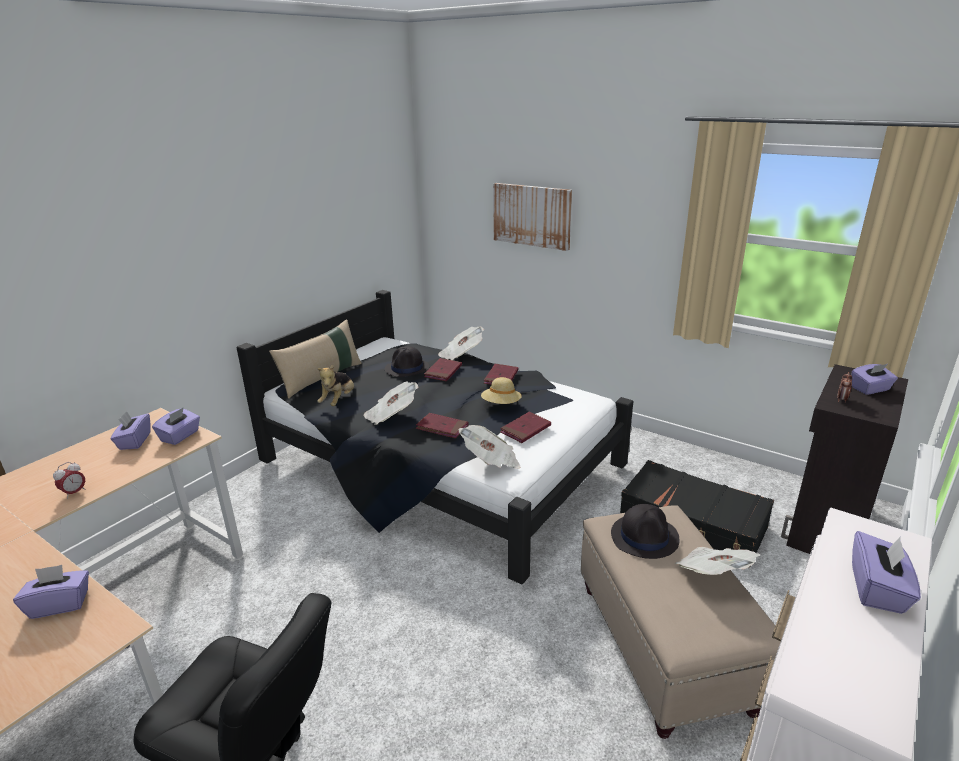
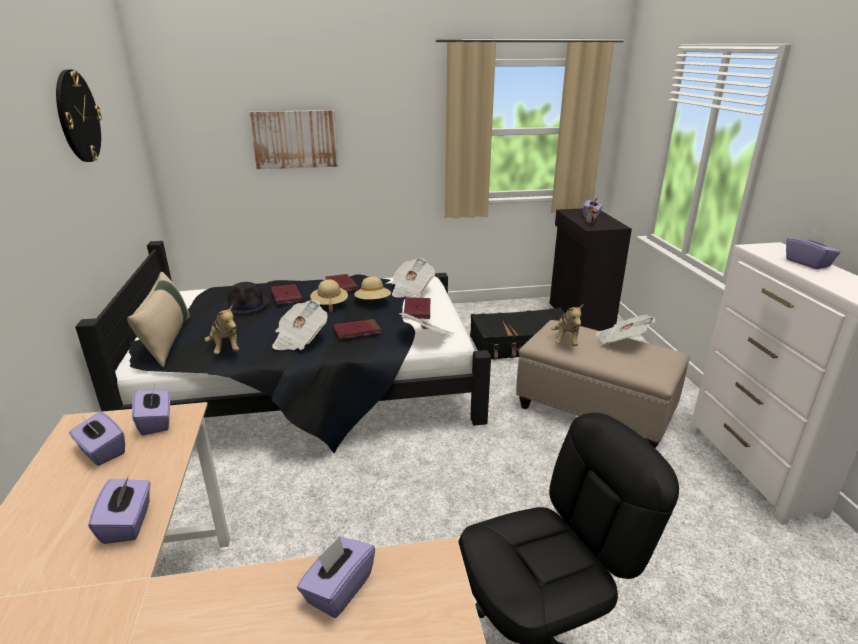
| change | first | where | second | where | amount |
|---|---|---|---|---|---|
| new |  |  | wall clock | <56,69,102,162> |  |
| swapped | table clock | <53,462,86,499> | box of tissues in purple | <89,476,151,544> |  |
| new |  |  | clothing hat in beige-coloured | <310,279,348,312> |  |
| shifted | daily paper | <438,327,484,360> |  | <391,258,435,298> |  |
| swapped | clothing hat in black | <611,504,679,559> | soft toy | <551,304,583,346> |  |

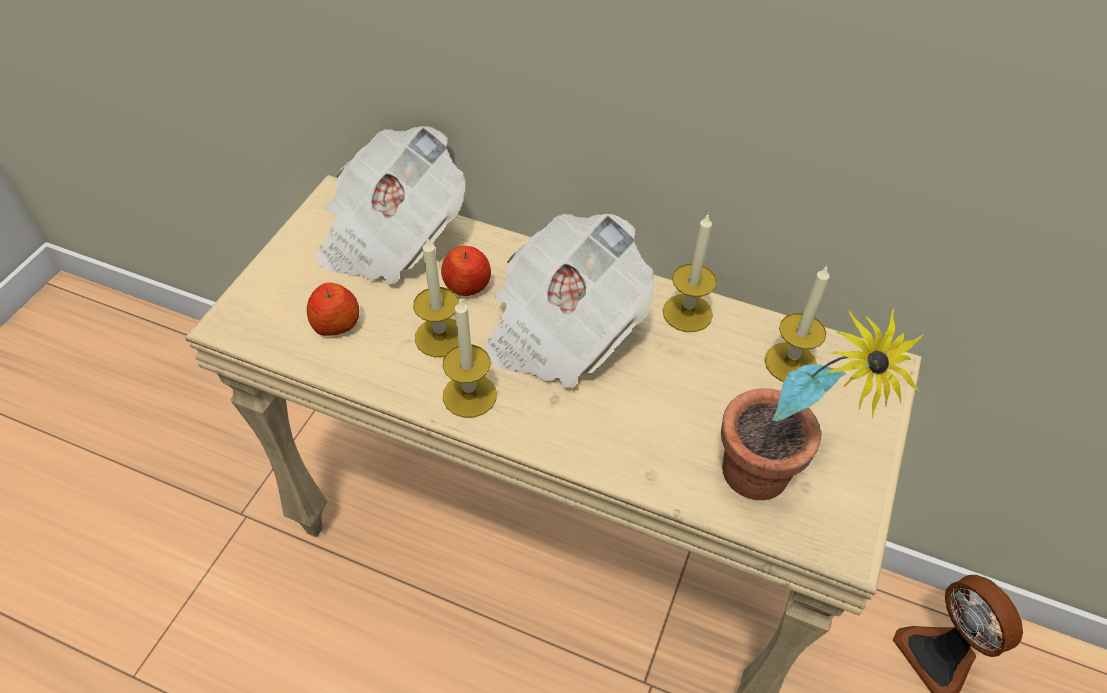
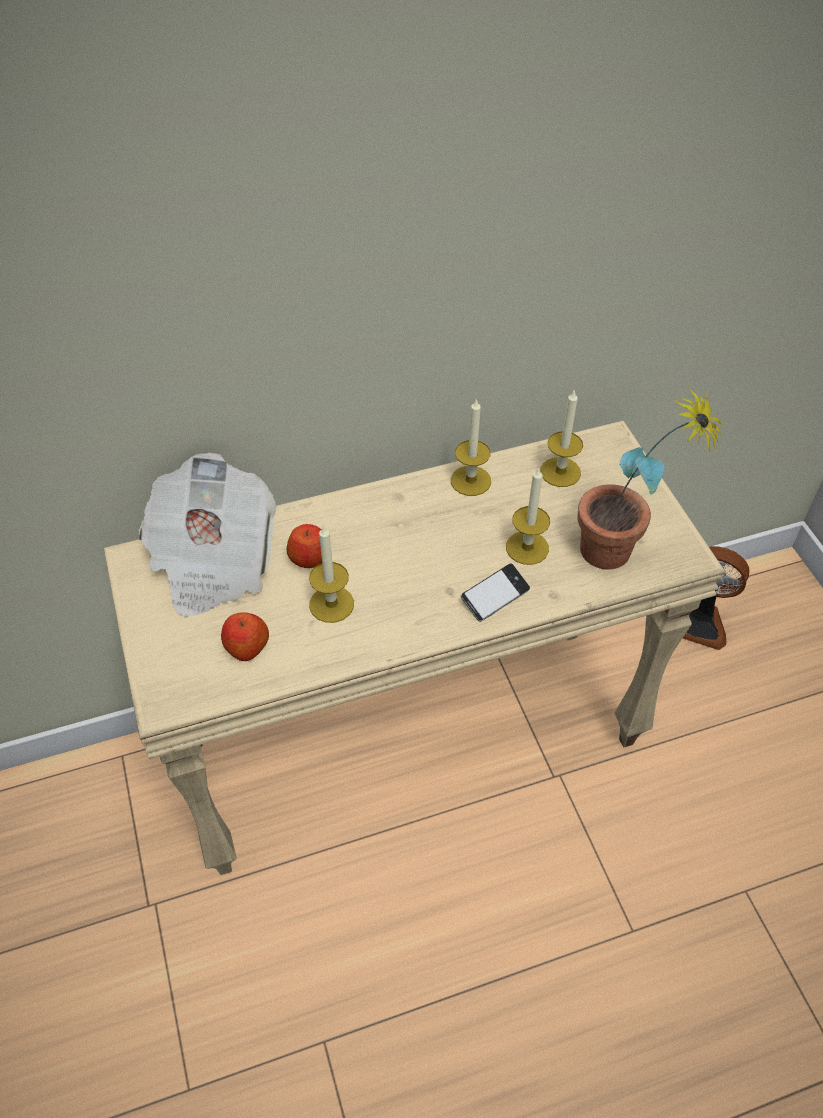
| change | first | where | second | where | amount |
|---|---|---|---|---|---|
| new |  |  | handset | <461,563,530,622> |  |
| shifted | wax light | <443,298,497,418> |  | <506,467,550,565> |  |
| gone | daily paper | <484,214,655,388> |  |  |  |

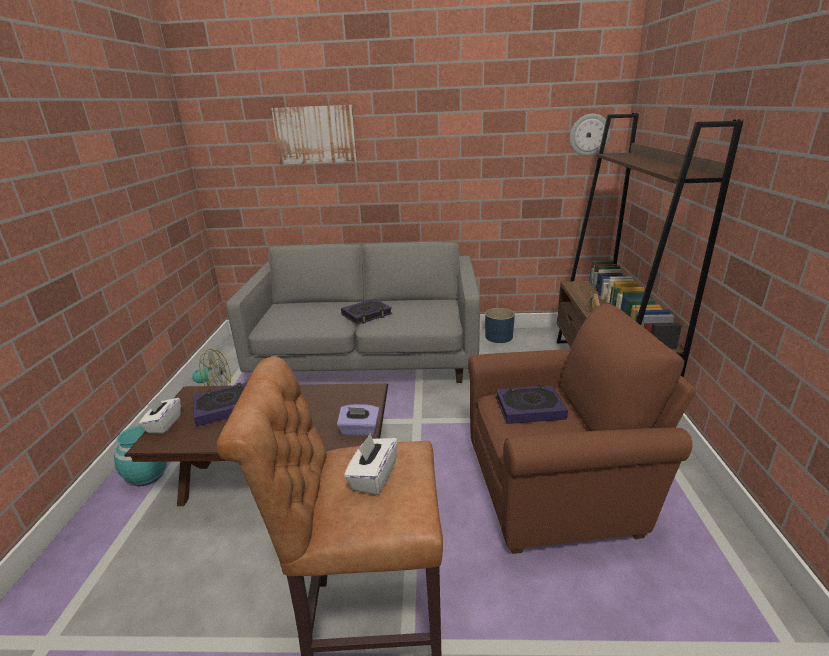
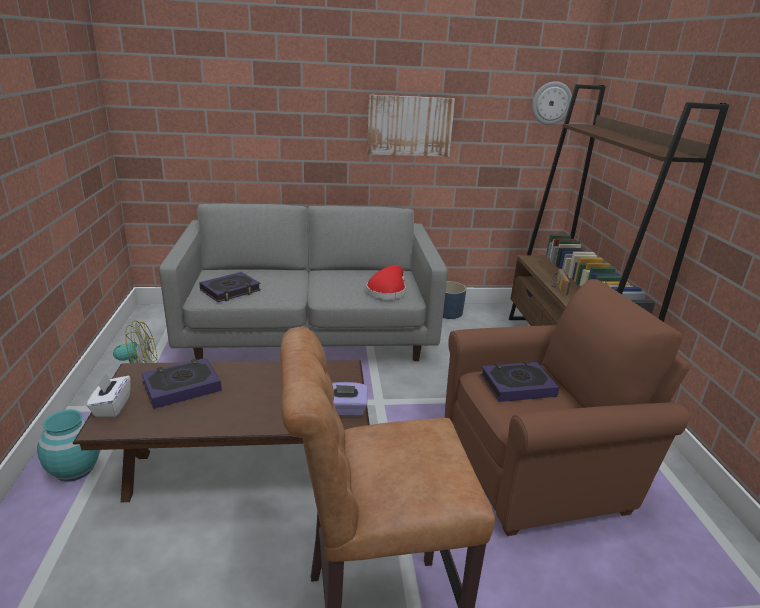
| change | first | where | second | where | amount |
|---|---|---|---|---|---|
| shifted | bound book | <341,298,392,325> |  | <199,272,261,302> |  |
| new |  |  | clothing hat in reddish | <366,265,406,299> |  |
| shifted | wall picture | <271,105,357,164> |  | <367,95,455,157> |  |
| gone | box of tissues in white-coloured | <344,433,398,495> |  |  |  |

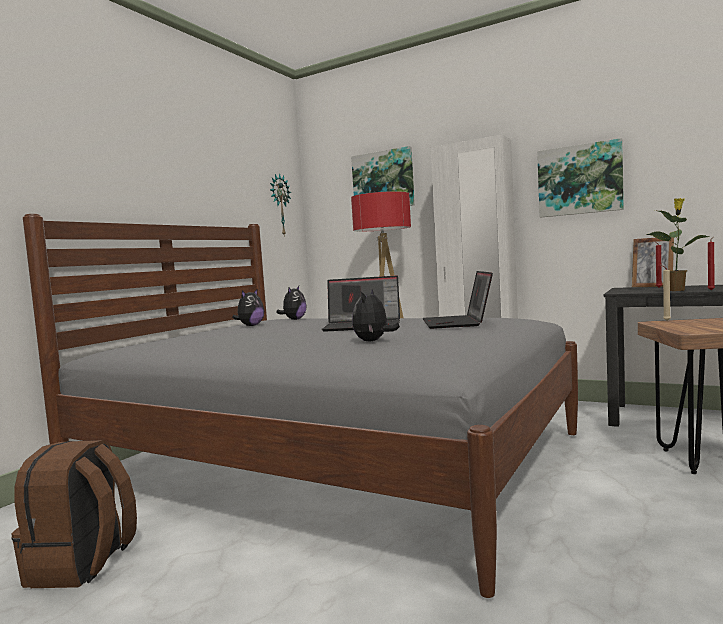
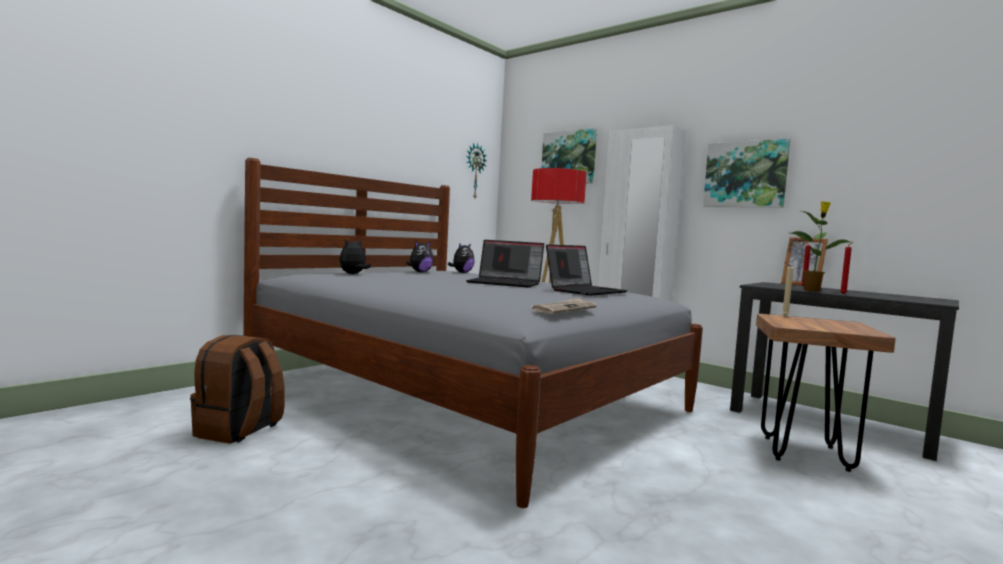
| change | first | where | second | where | amount |
|---|---|---|---|---|---|
| shifted | soft toy | <352,290,400,342> |  | <340,239,371,274> |  |
| new |  |  | daily paper | <532,298,597,314> |  |
| rotated | laptop | <423,271,493,329> |  | <546,245,627,296> | 150 degrees counterclockwise |

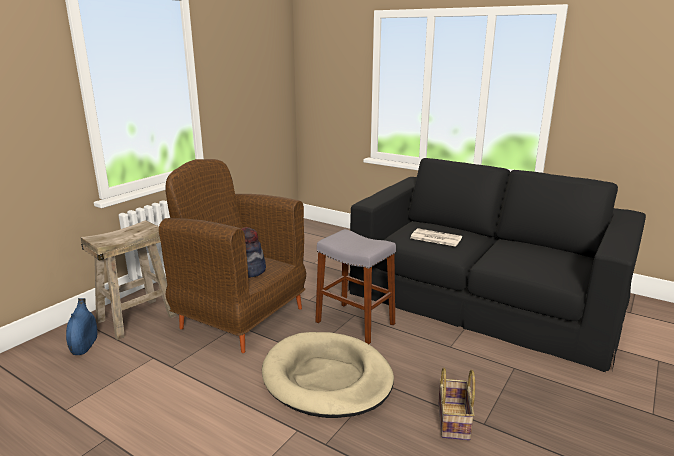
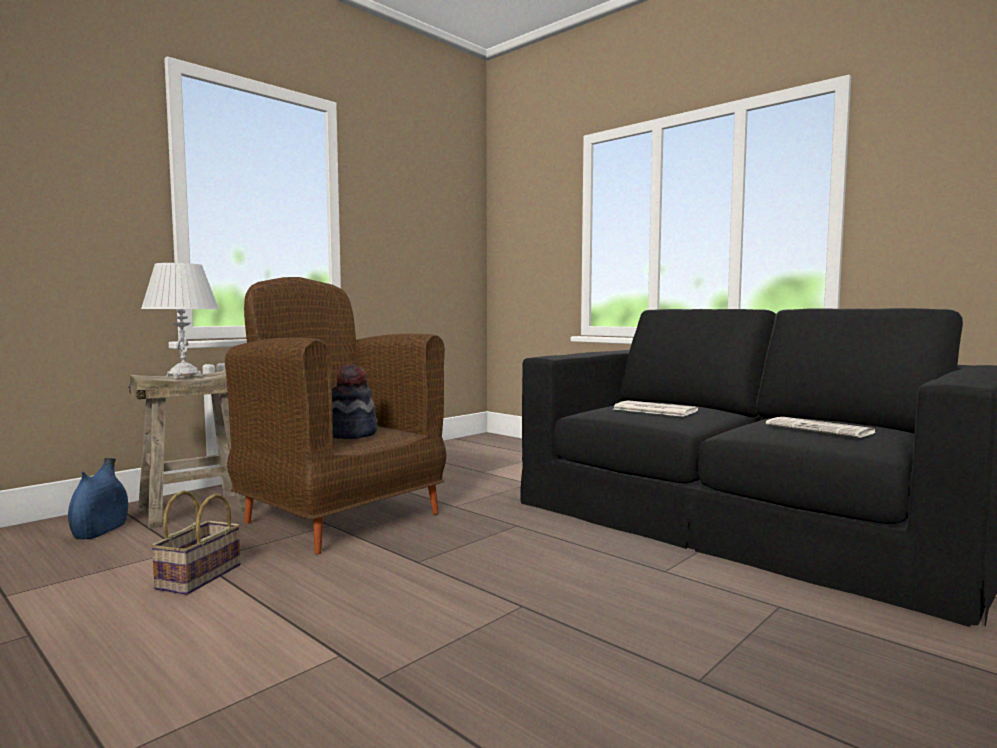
| change | first | where | second | where | amount |
|---|---|---|---|---|---|
| new |  |  | lamp for a table in white-coloured | <141,263,219,379> |  |
| shifted | basket | <438,368,475,440> |  | <150,490,240,595> |  |
| new |  |  | daily paper | <766,417,876,438> |  |
| gone | dog cushion in beige-coloured | <262,332,394,418> |  |  |  |
| gone | stool seat in grey | <315,229,396,344> |  |  |  |

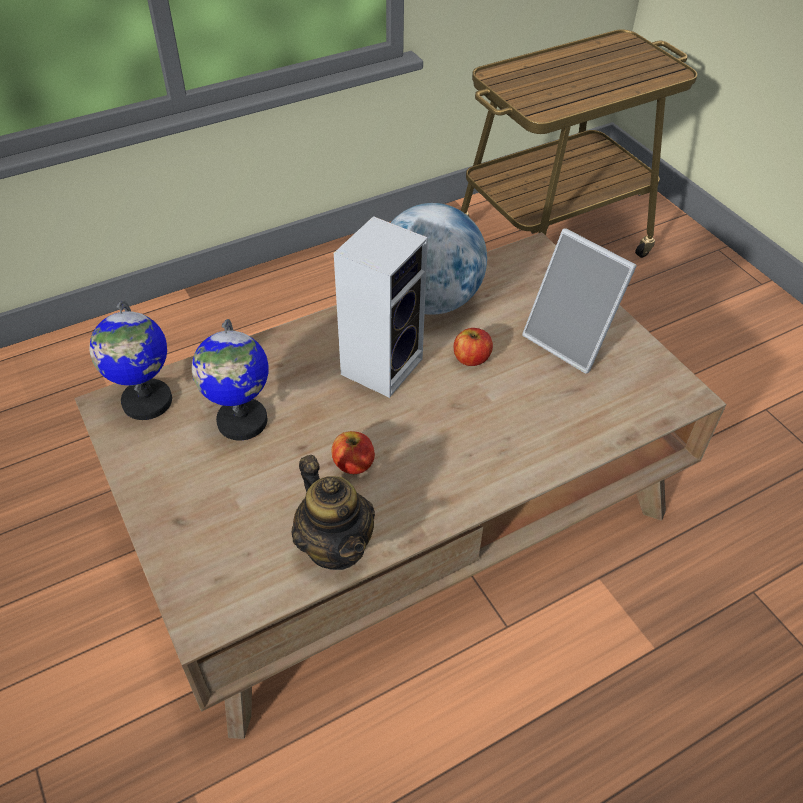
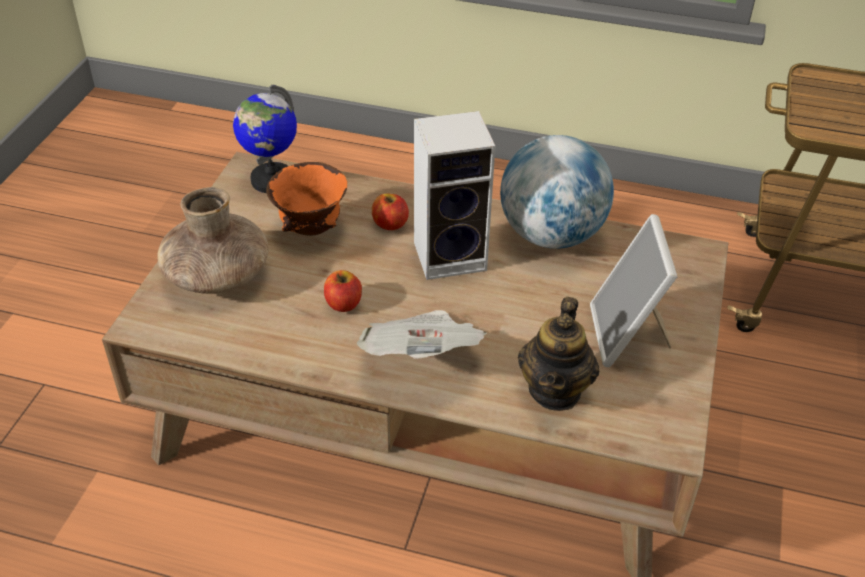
| change | first | where | second | where | amount |
|---|---|---|---|---|---|
| new |  |  | vase in brown | <157,187,268,294> |  |
| swapped | desk globe | <192,319,269,440> | bowl in orange-coloured | <266,162,347,236> |  |
| new |  |  | daily paper | <356,310,487,359> |  |
| shifted | whole apple | <453,328,493,366> |  | <372,194,409,230> |  |
| shifted | tea pot | <292,455,375,570> |  | <518,297,600,411> |  |

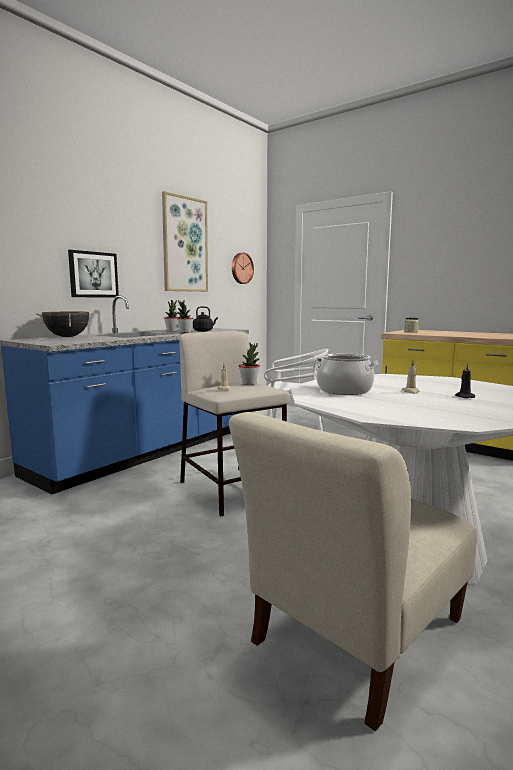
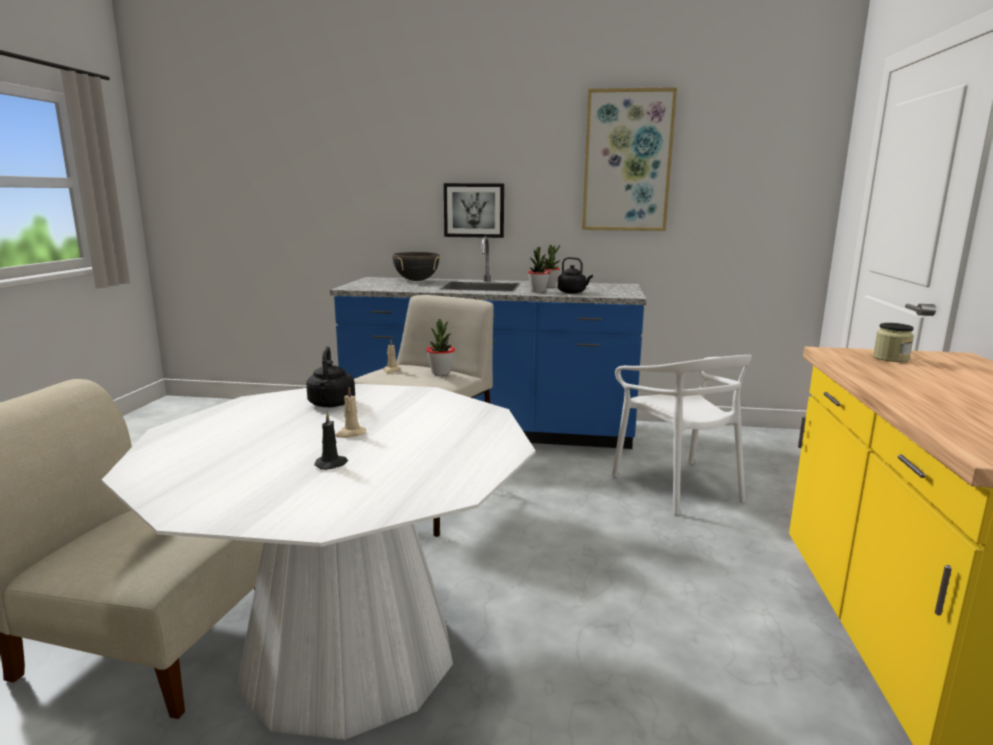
| change | first | where | second | where | amount |
|---|---|---|---|---|---|
| swapped | cooking pot | <314,354,378,395> | water kettle in black | <306,346,355,407> |  |
| gone | wall clock | <232,253,254,284> |  |  |  |

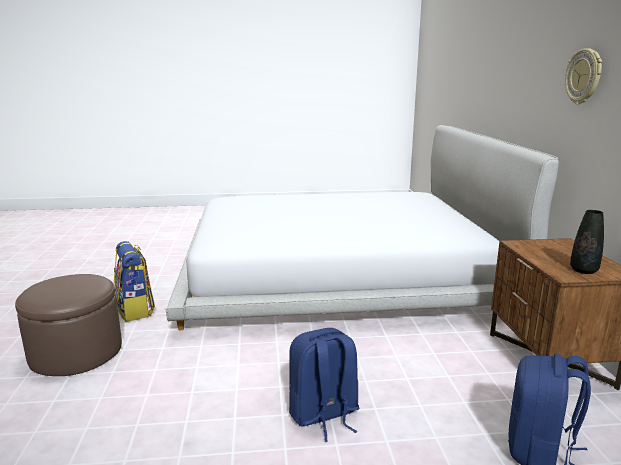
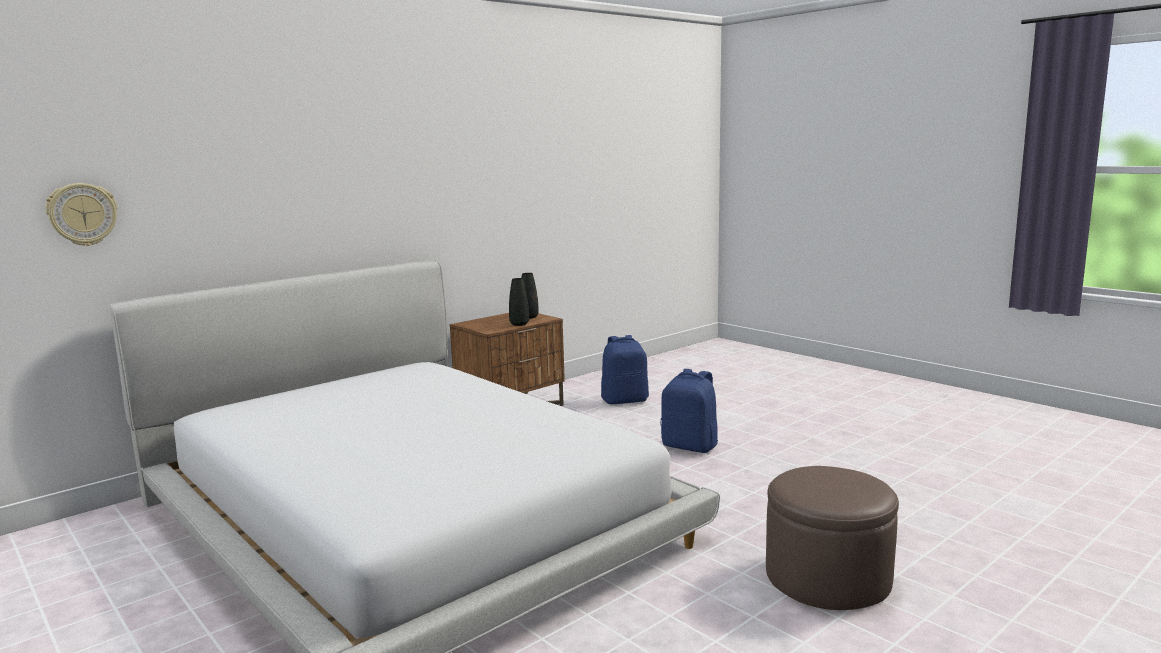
| change | first | where | second | where | amount |
|---|---|---|---|---|---|
| shifted | wall clock | <565,48,602,104> |  | <45,183,118,246> |  |
| new |  |  | vase in black | <509,278,529,326> |  |
| gone | knapsack | <114,241,155,322> |  |  |  |

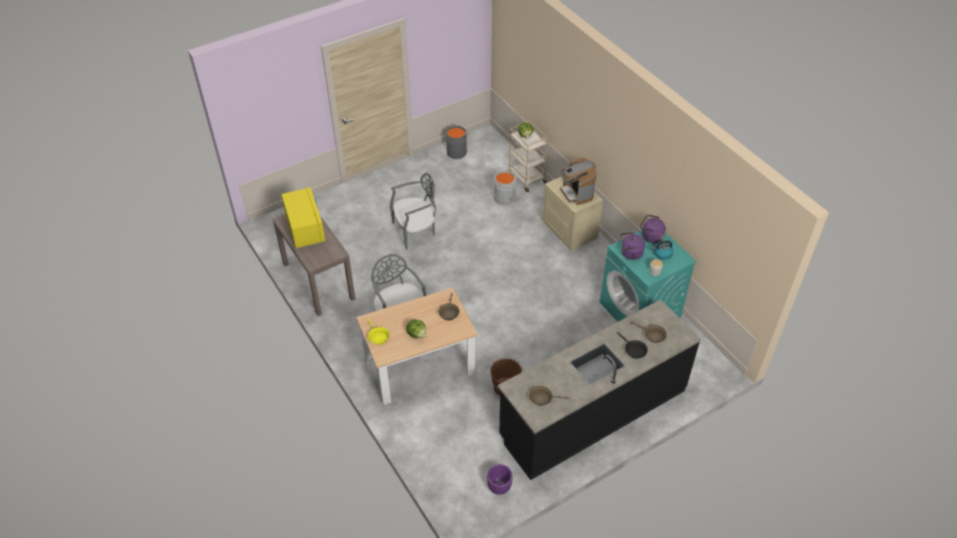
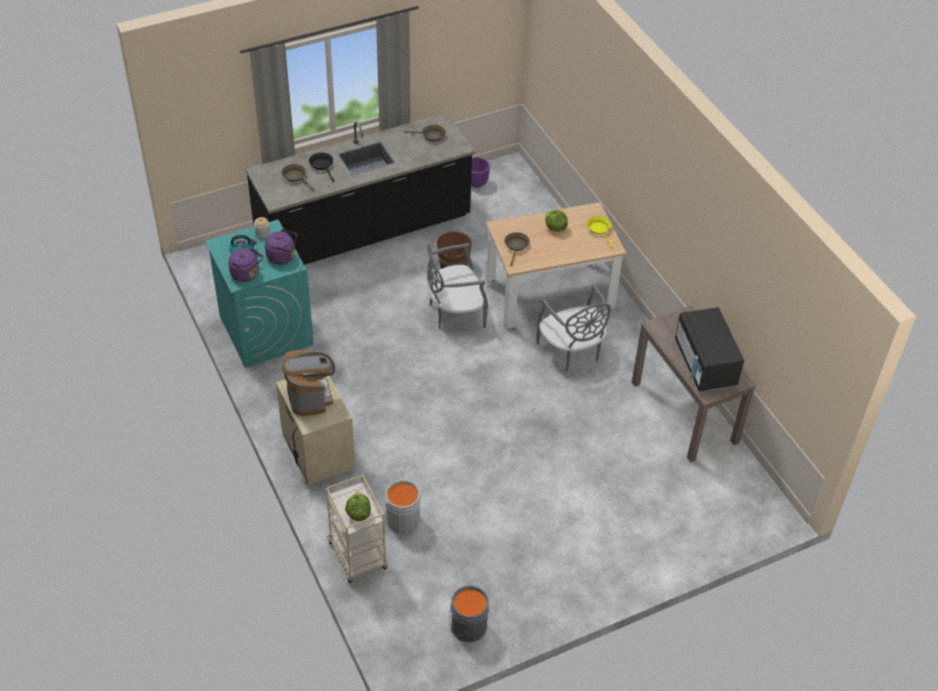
| change | first | where | second | where | amount |
|---|---|---|---|---|---|
| shifted | plain chair in grey | <390,173,436,250> |  | <427,243,488,329> |  |
| repainted | microwave in yellowish | <282,187,325,249> | microwave in black | <675,307,744,392> |  |

